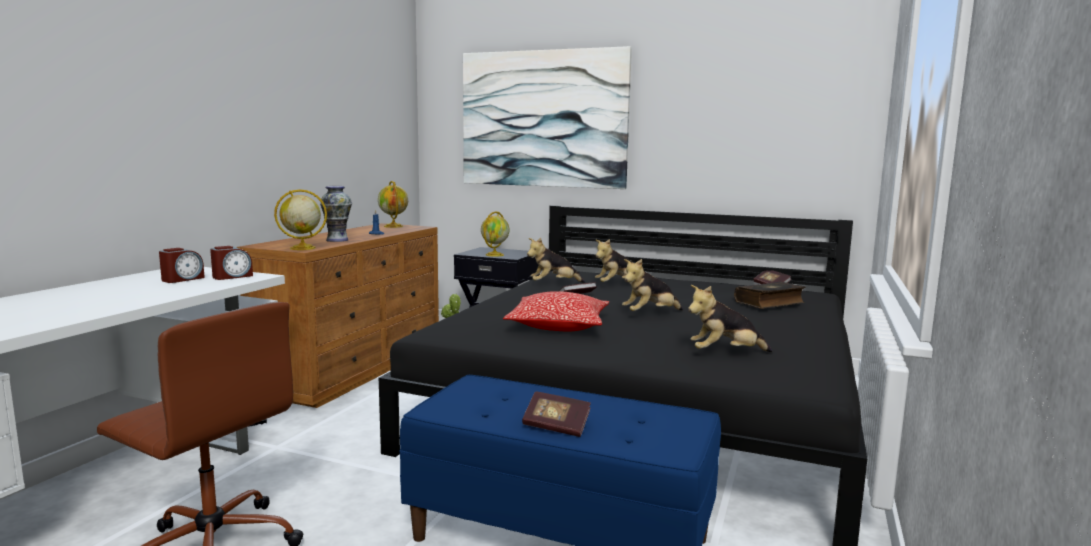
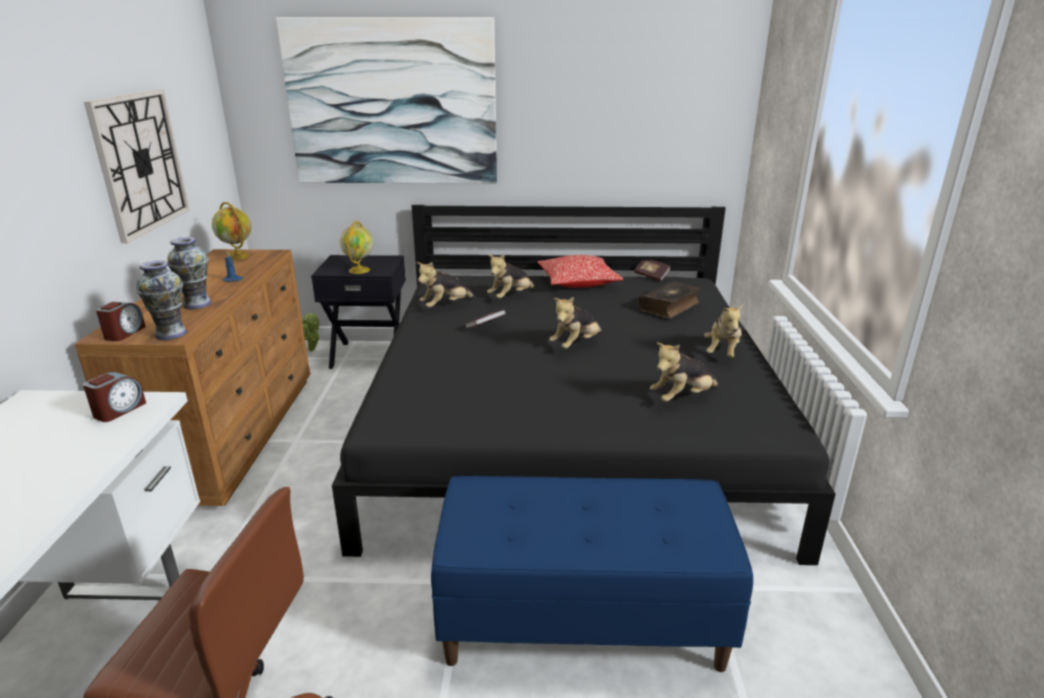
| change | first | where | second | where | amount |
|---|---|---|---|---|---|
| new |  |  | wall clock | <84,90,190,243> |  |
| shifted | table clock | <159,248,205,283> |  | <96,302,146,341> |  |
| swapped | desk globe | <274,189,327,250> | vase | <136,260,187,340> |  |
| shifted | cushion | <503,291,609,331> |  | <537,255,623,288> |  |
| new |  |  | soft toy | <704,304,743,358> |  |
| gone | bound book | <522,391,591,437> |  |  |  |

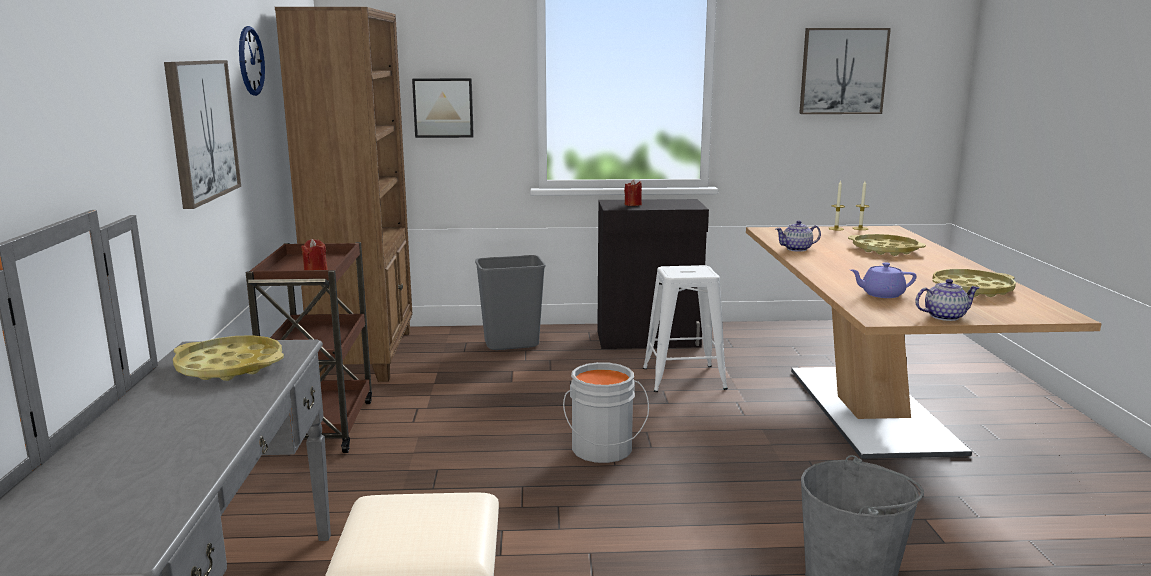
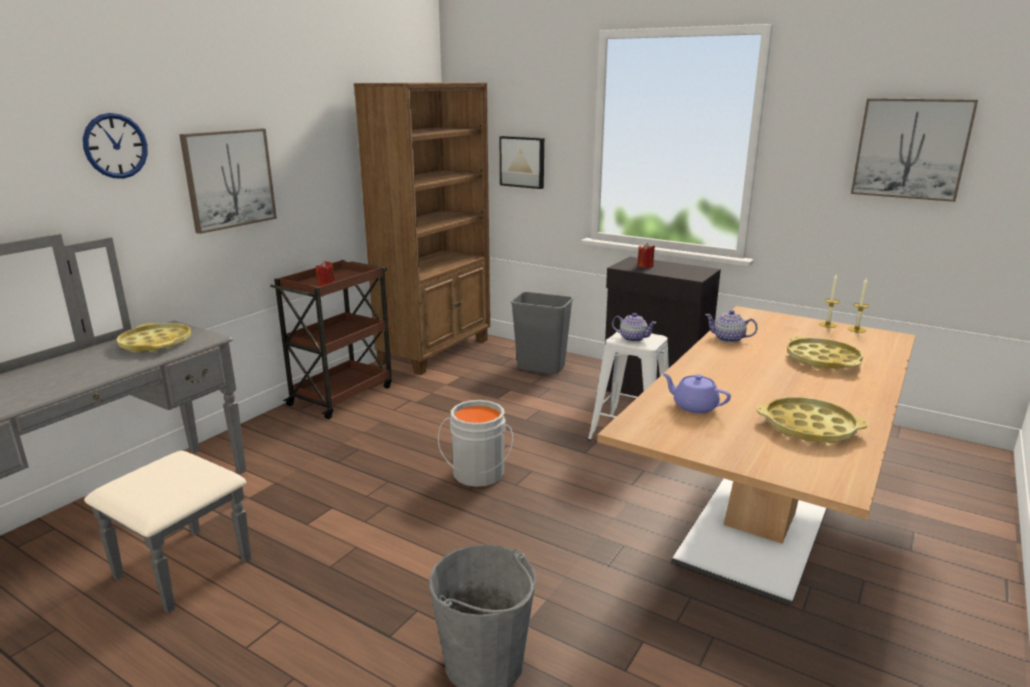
| change | first | where | second | where | amount |
|---|---|---|---|---|---|
| shifted | wall clock | <239,26,265,96> |  | <83,113,148,179> |  |
| shifted | tea pot | <915,279,979,321> |  | <612,313,657,342> |  |

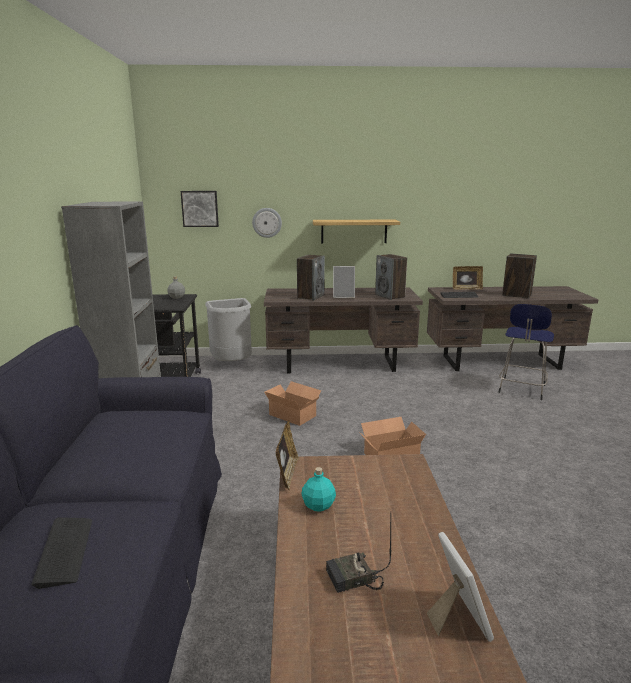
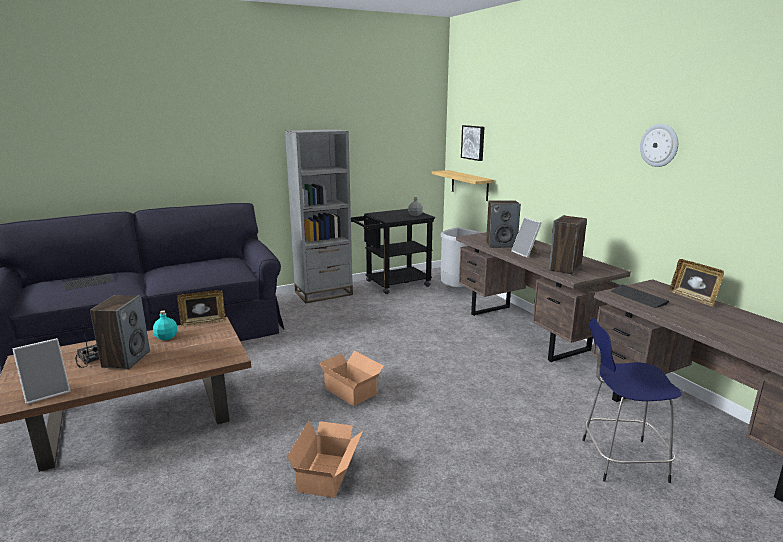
| change | first | where | second | where | amount |
|---|---|---|---|---|---|
| shifted | audio speaker | <502,253,537,299> |  | <90,295,150,370> |  |
| shifted | carton | <264,381,322,426> |  | <287,421,363,498> |  |
| shifted | bracket shelf | <313,220,400,243> |  | <432,170,494,201> |  |
| shifted | wall clock | <252,208,282,238> |  | <640,124,678,167> |  |

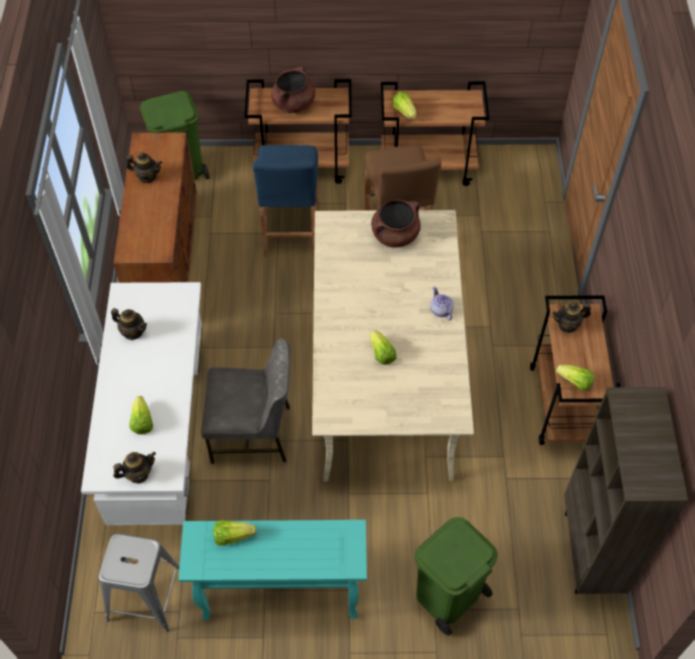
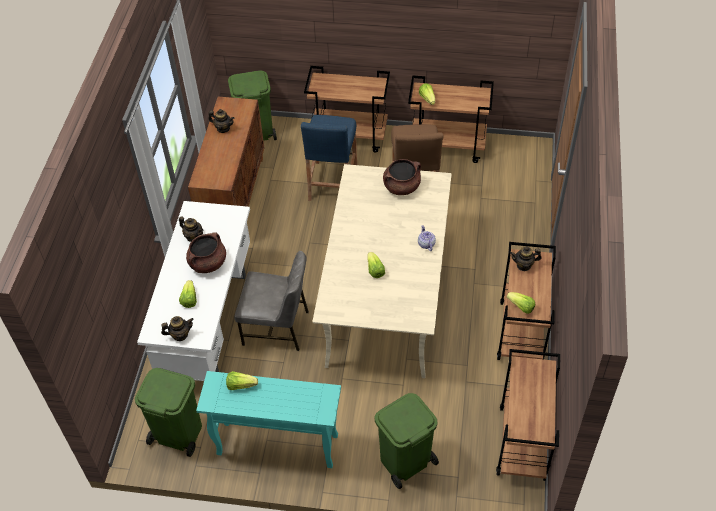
| change | first | where | second | where | amount |
|---|---|---|---|---|---|
| swapped | stool seat in grey | <99,534,179,632> | trash can in greenish | <135,368,202,457> |  |
| shifted | cooking pot in brown | <271,67,315,113> |  | <186,232,226,273> |  |
| swapped | shelving unit in brown | <564,387,688,594> | trolley in brown | <496,349,560,481> |  |

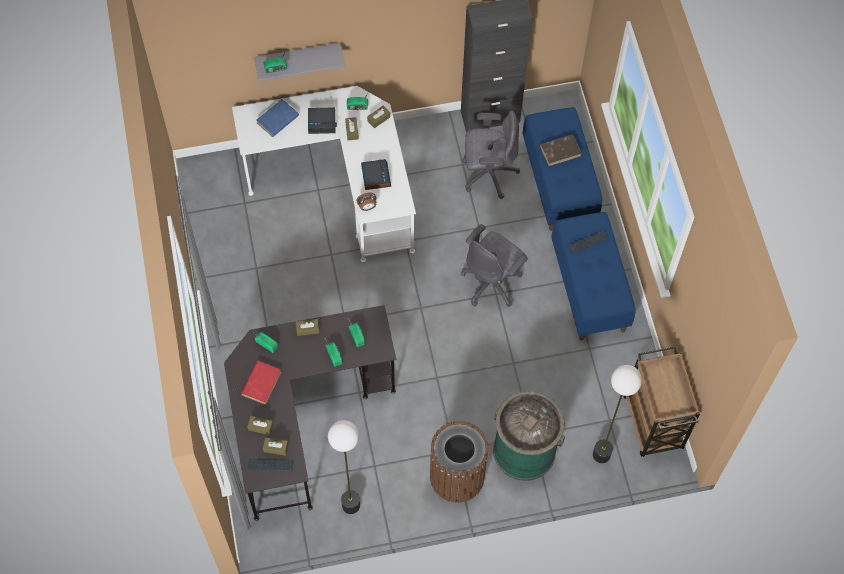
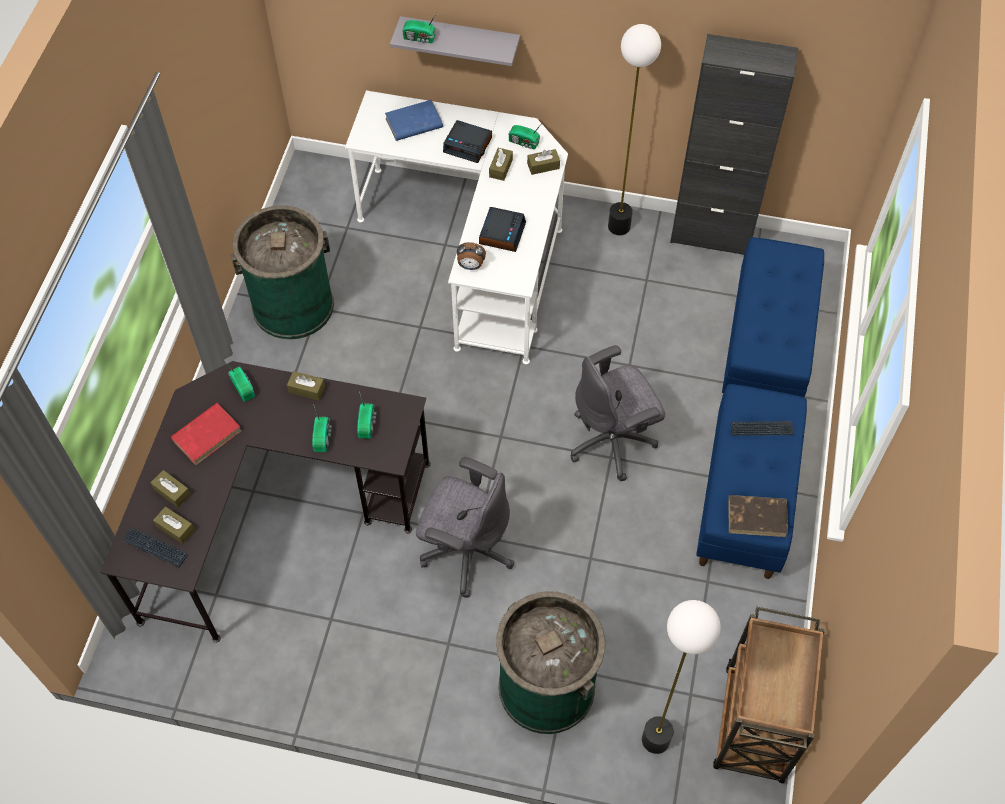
| change | first | where | second | where | amount |
|---|---|---|---|---|---|
| new |  |  | trash can in greenish | <231,205,334,340> |  |
| shifted | computer chair in grey | <462,111,520,199> |  | <416,457,515,598> |  |
| shifted | standard lamp | <328,420,360,514> |  | <608,24,661,235> |  |
| shifted | bound book in brown | <540,135,582,166> |  | <728,495,788,537> |  |
| gone | trash can in brown | <430,421,489,503> |  |  |  |

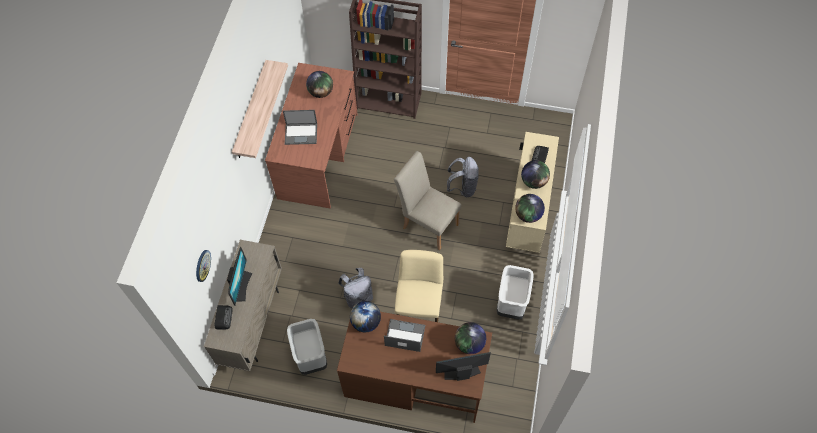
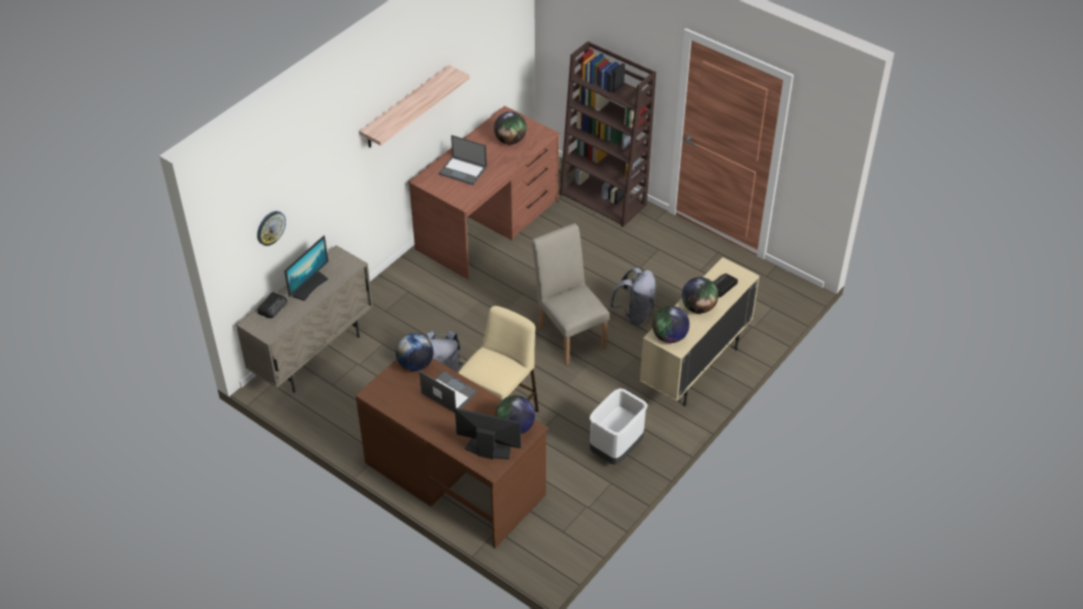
| change | first | where | second | where | amount |
|---|---|---|---|---|---|
| gone | trash can in grey | <287,319,327,375> |  |  |  |

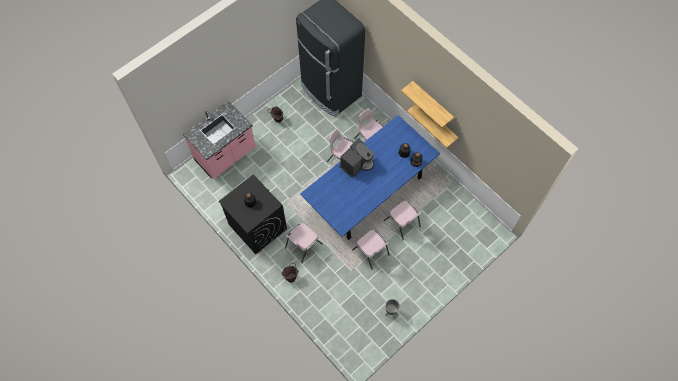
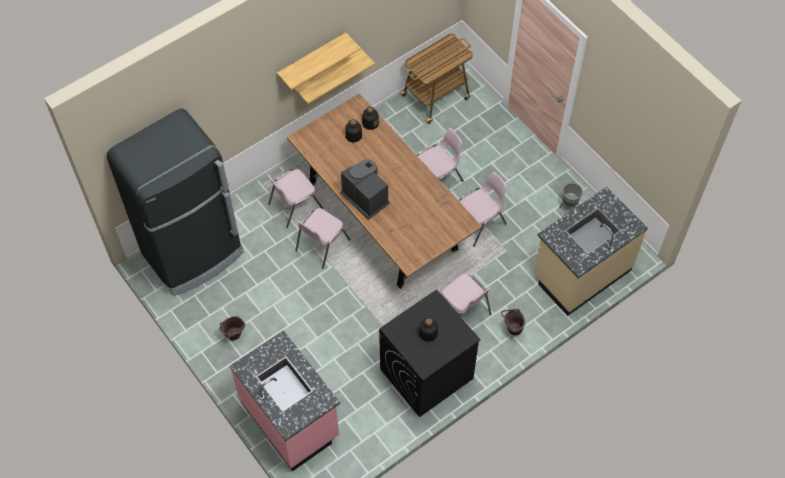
| change | first | where | second | where | amount |
|---|---|---|---|---|---|
| repainted | kitchen table in blue-coloured | <300,115,440,240> | kitchen table in brown | <287,93,482,289> |  |
| new |  |  | trolley | <399,34,473,124> |  |
| new |  |  | kitchen base unit in beige-coloured | <534,187,648,316> |  |

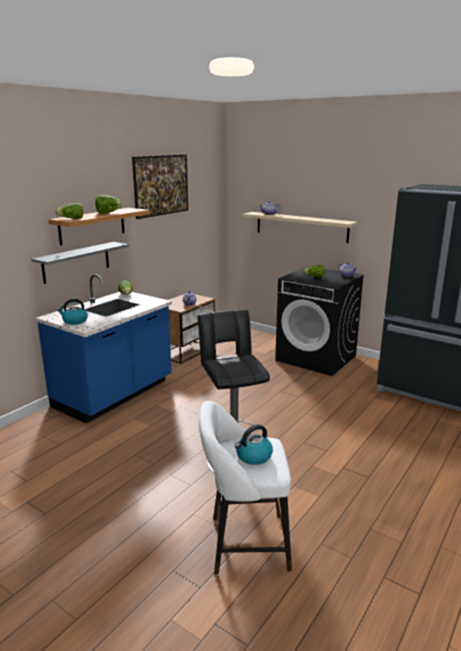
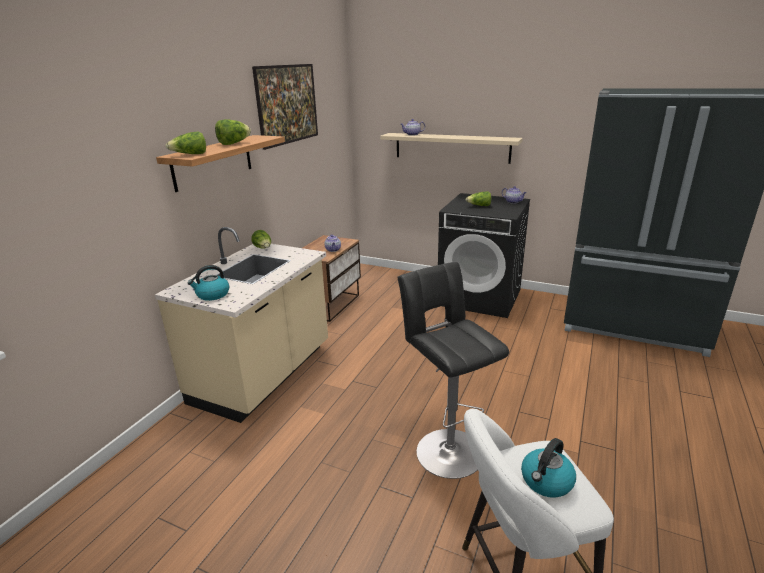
| change | first | where | second | where | amount |
|---|---|---|---|---|---|
| repainted | kitchen base unit in blue-coloured | <36,274,172,423> | kitchen base unit in beige-coloured | <155,227,328,423> |  |
| gone | bracket shelf in grey | <31,242,129,284> |  |  |  |

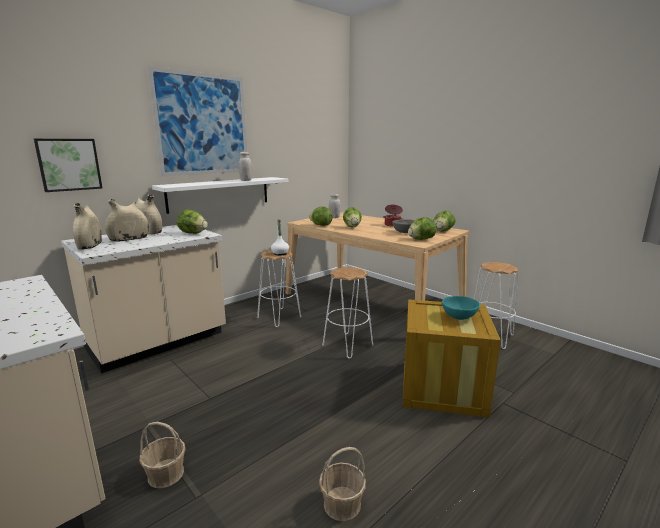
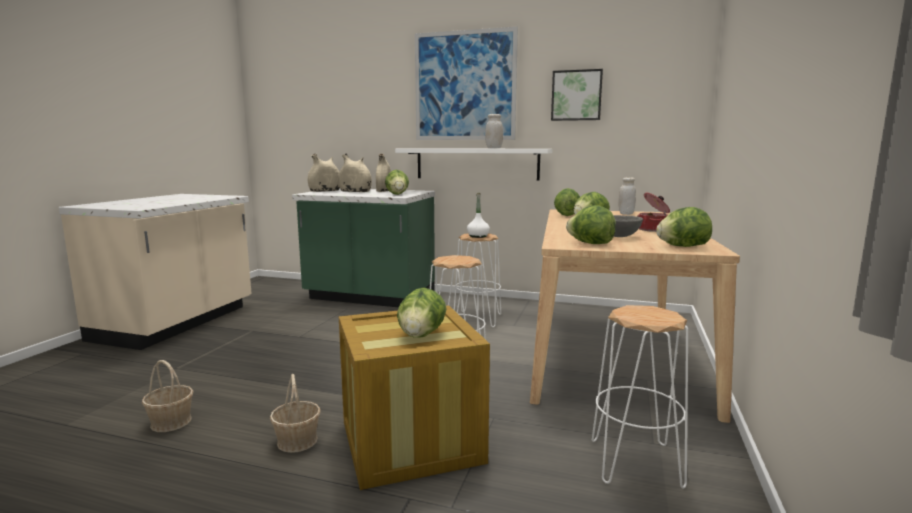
| change | first | where | second | where | amount |
|---|---|---|---|---|---|
| shifted | basket | <140,422,186,488> |  | <270,374,321,453> |  |
| repainted | kitchen base unit in beige-coloured | <61,225,226,373> | kitchen base unit in greenish | <292,189,435,307> |  |
| swapped | bowl in turquoise | <442,296,480,320> | lettuce head | <397,287,446,338> |  |
| shifted | wall picture | <34,139,102,192> |  | <551,69,603,121> |  |

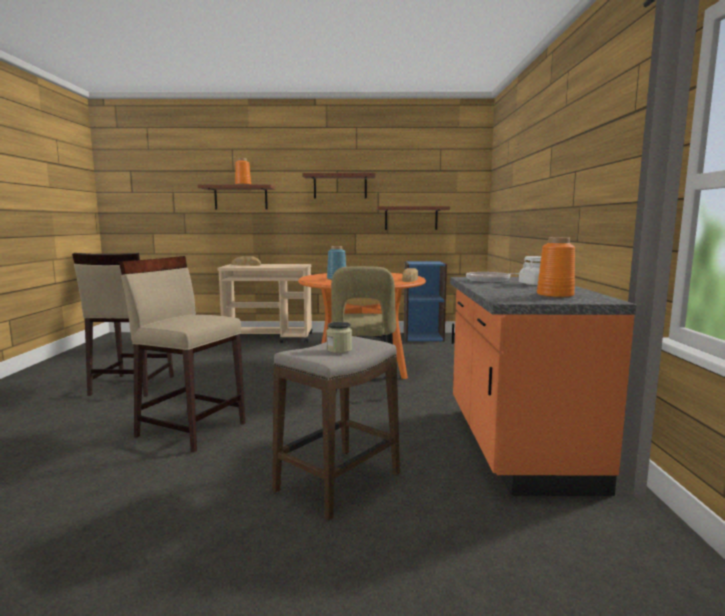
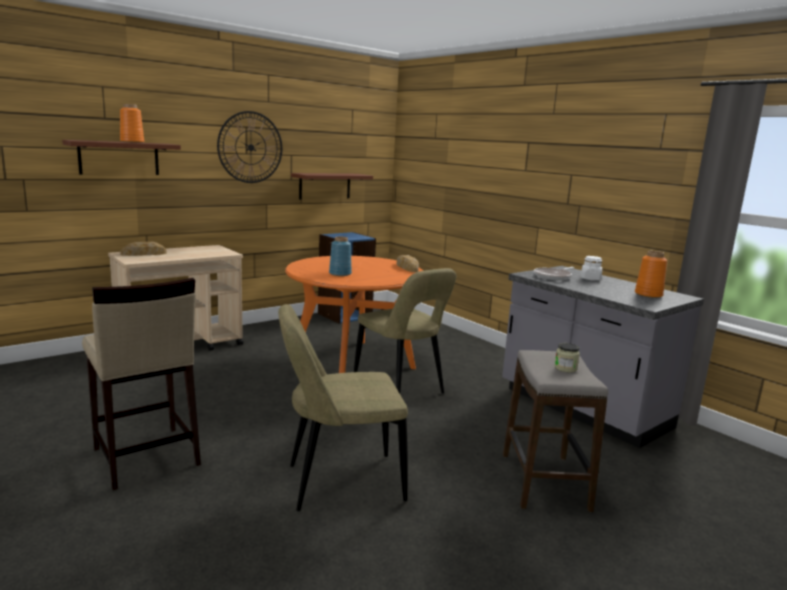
| change | first | where | second | where | amount |
|---|---|---|---|---|---|
| swapped | bracket shelf in brown | <302,173,376,198> | wall clock | <217,111,282,183> |  |
| swapped | stool seat in beige-coloured | <119,256,245,453> | plain chair in beige-coloured | <278,304,408,511> |  |
| repainted | kitchen base unit in orange-coloured | <450,277,637,496> | kitchen base unit in grey | <502,266,704,448> |  |

